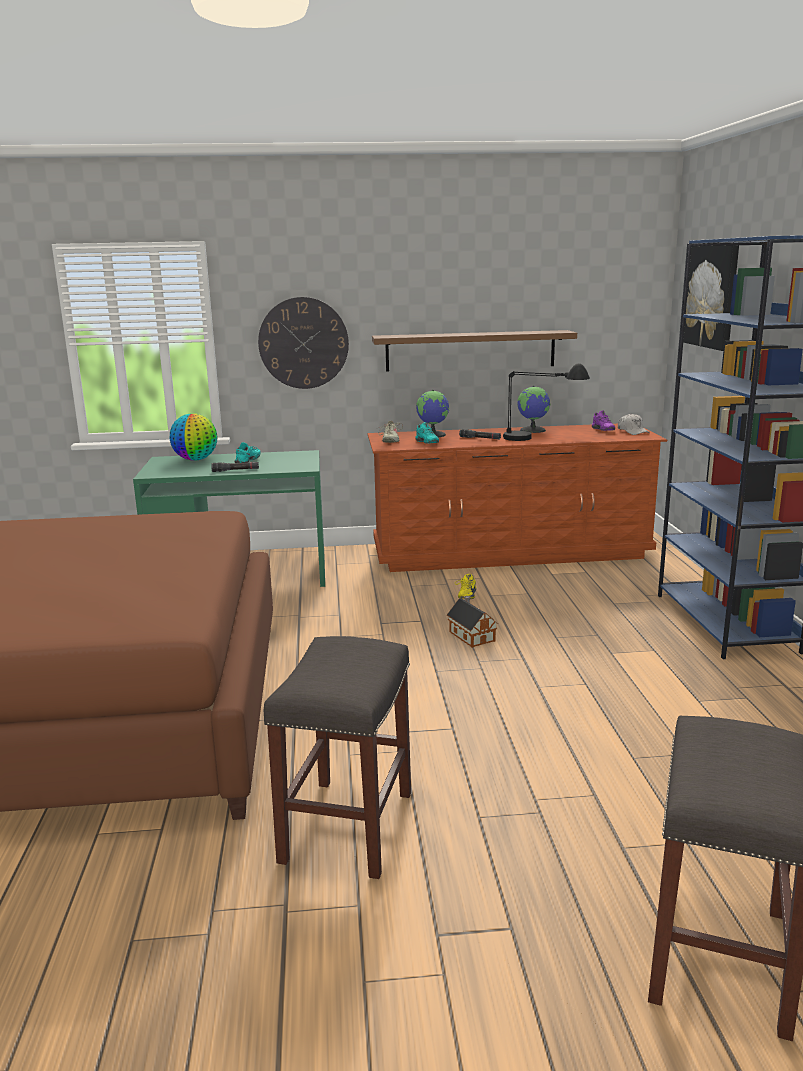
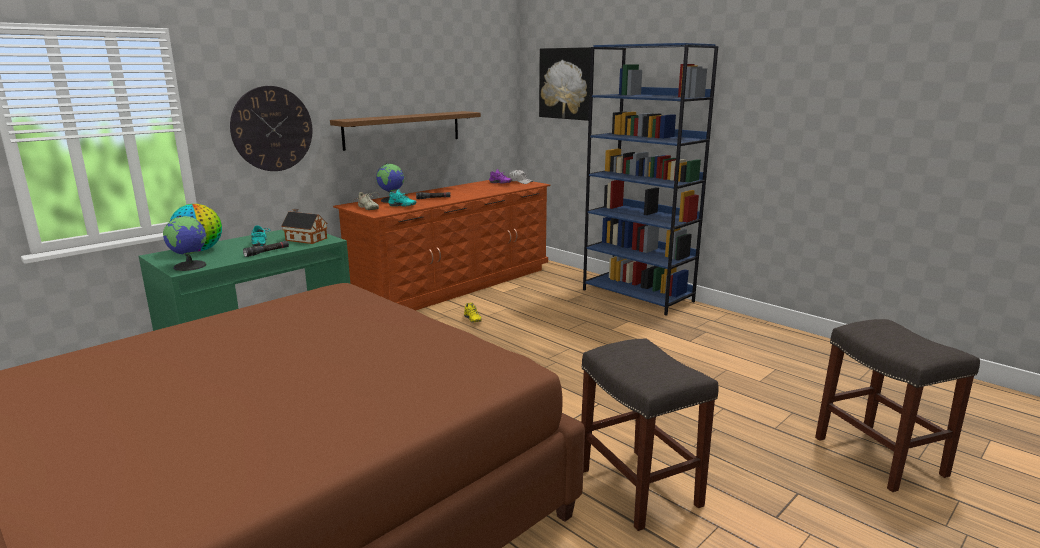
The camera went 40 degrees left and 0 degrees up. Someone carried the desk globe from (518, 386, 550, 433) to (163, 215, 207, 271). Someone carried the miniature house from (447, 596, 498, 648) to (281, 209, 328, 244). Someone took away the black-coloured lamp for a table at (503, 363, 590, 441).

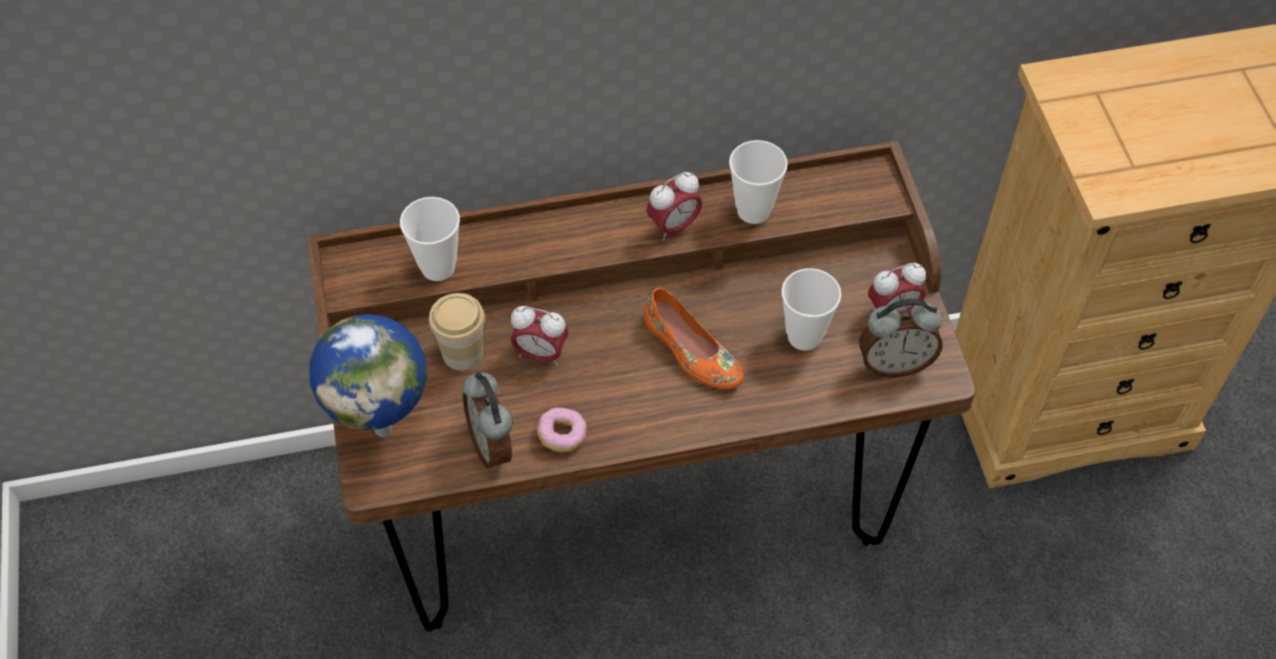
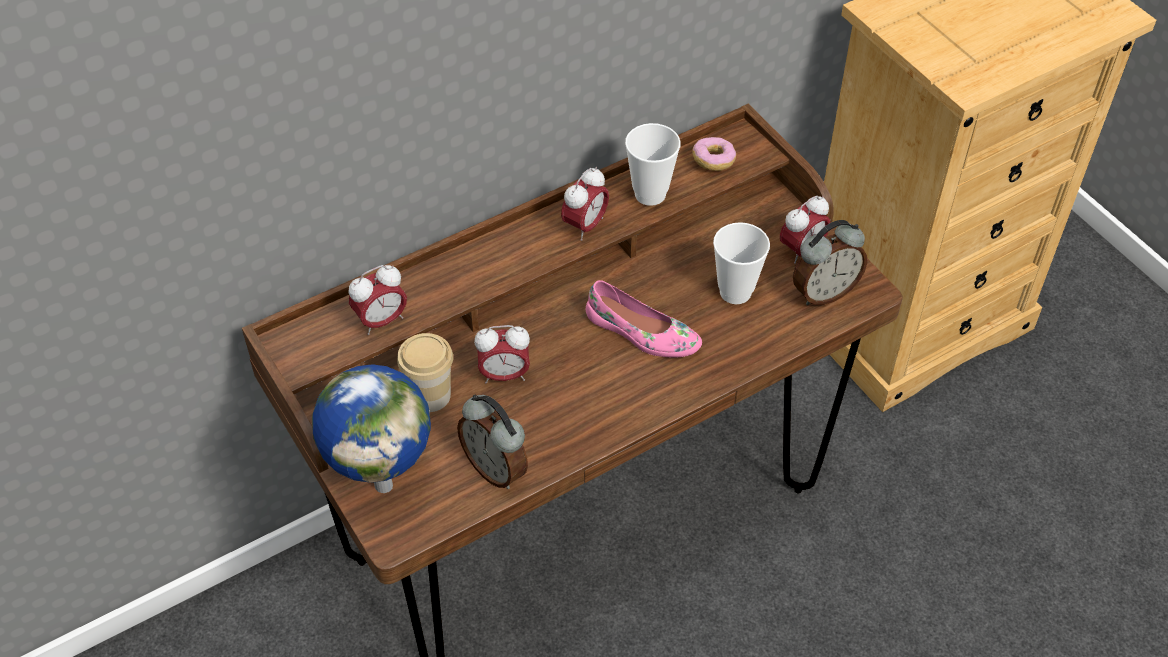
The camera went 20 degrees left and 5 degrees down. Someone swapped the small cup at (400, 197, 460, 281) for the bedside clock at (349, 265, 407, 335). Someone repainted the orange low shoe at (644, 287, 744, 389), which became the pinkish low shoe at (586, 280, 702, 358). Someone carried the ring doughnut from (537, 408, 587, 452) to (692, 137, 736, 171).

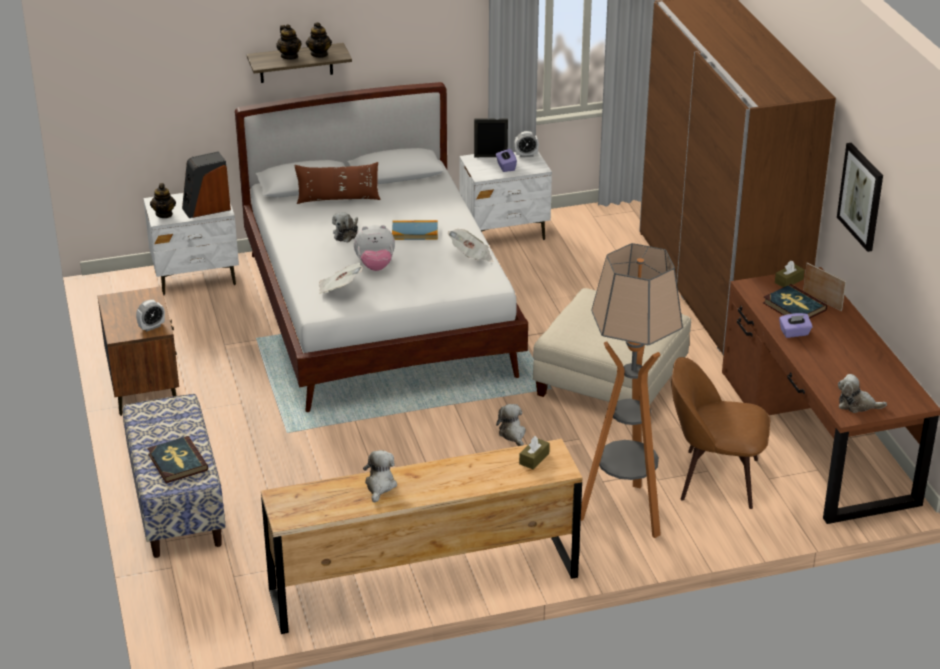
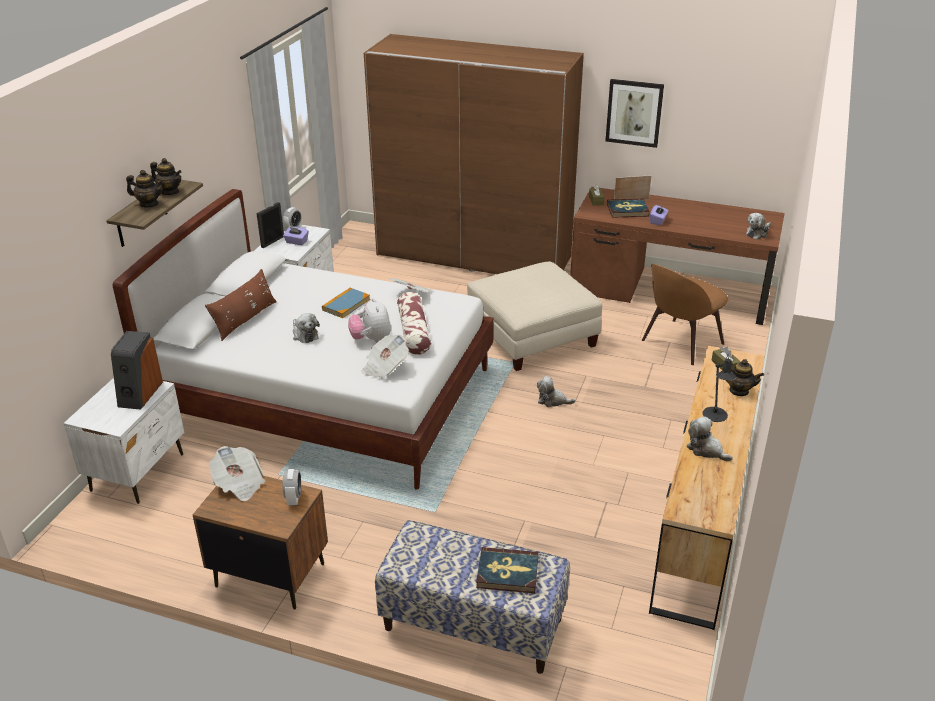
The camera went 55 degrees left and 0 degrees up. Someone put down the daily paper at (209, 446, 265, 501). Someone rotated the plush toy at (354, 225, 395, 271) by 135 degrees clockwise. Someone put down the throw pillow at (397, 292, 431, 355). Someone put down the black-coloured lamp for a table at (703, 354, 737, 422). Someone carried the tea pot from (150, 183, 176, 218) to (722, 359, 764, 396). Someone took away the standard lamp at (581, 243, 683, 538).

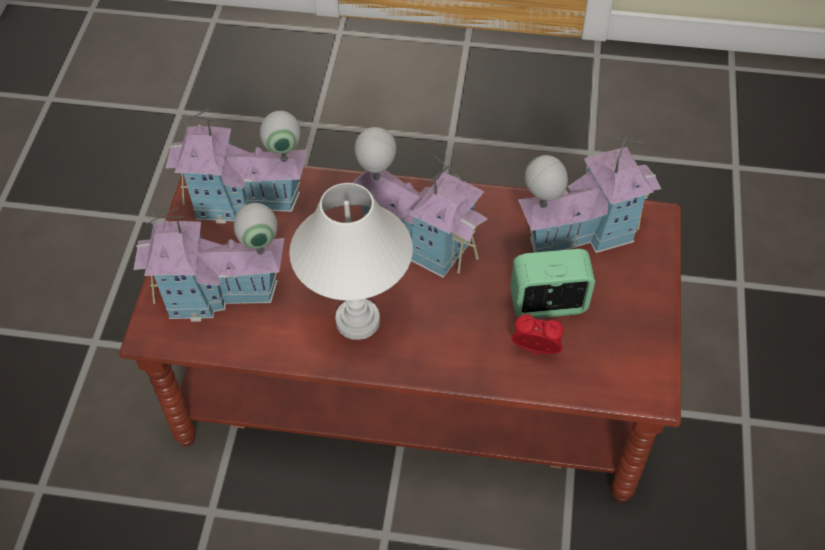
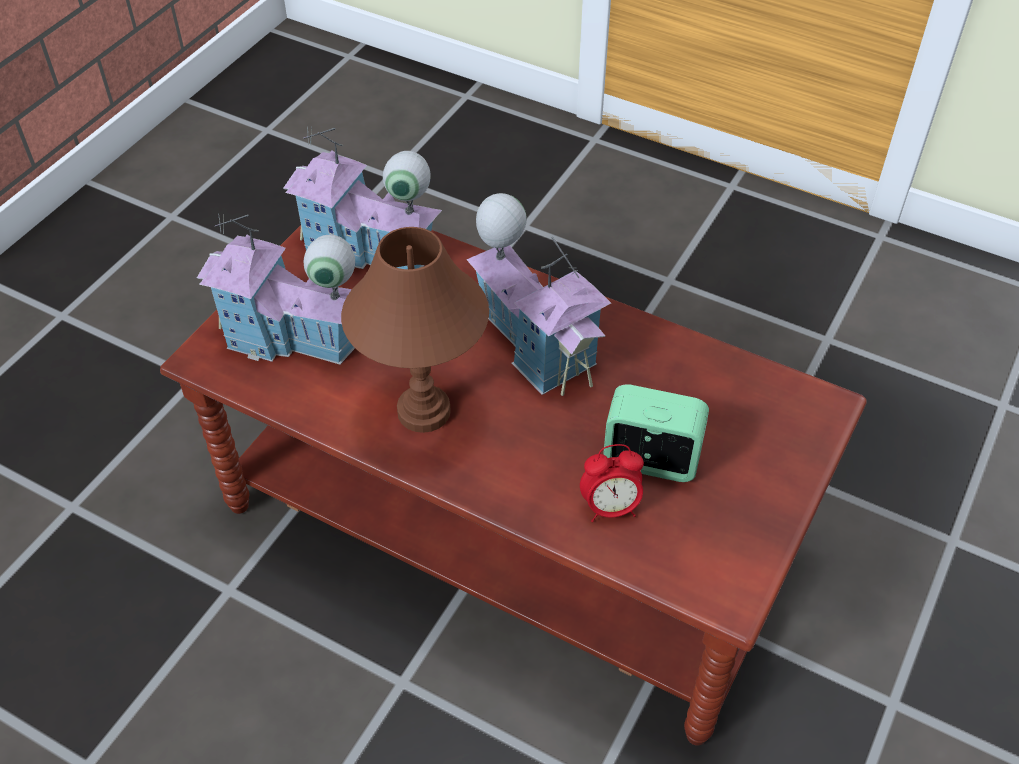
The camera went 20 degrees right and 5 degrees down. Someone repainted the white lamp for a table at (289, 183, 413, 340), which became the brown lamp for a table at (341, 227, 489, 433). Someone rotated the bedside clock at (512, 314, 563, 355) by 135 degrees clockwise. Someone took away the miniature house at (518, 138, 661, 253).

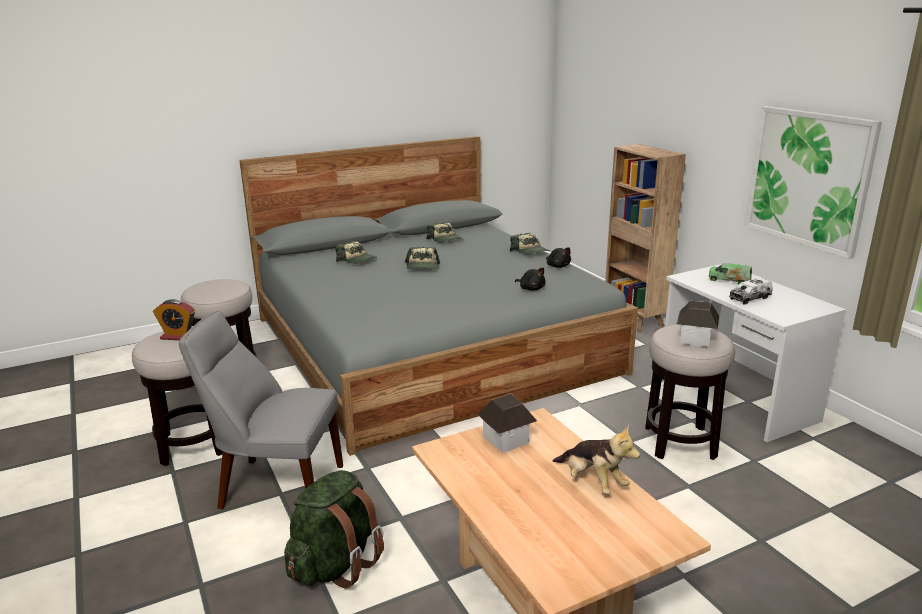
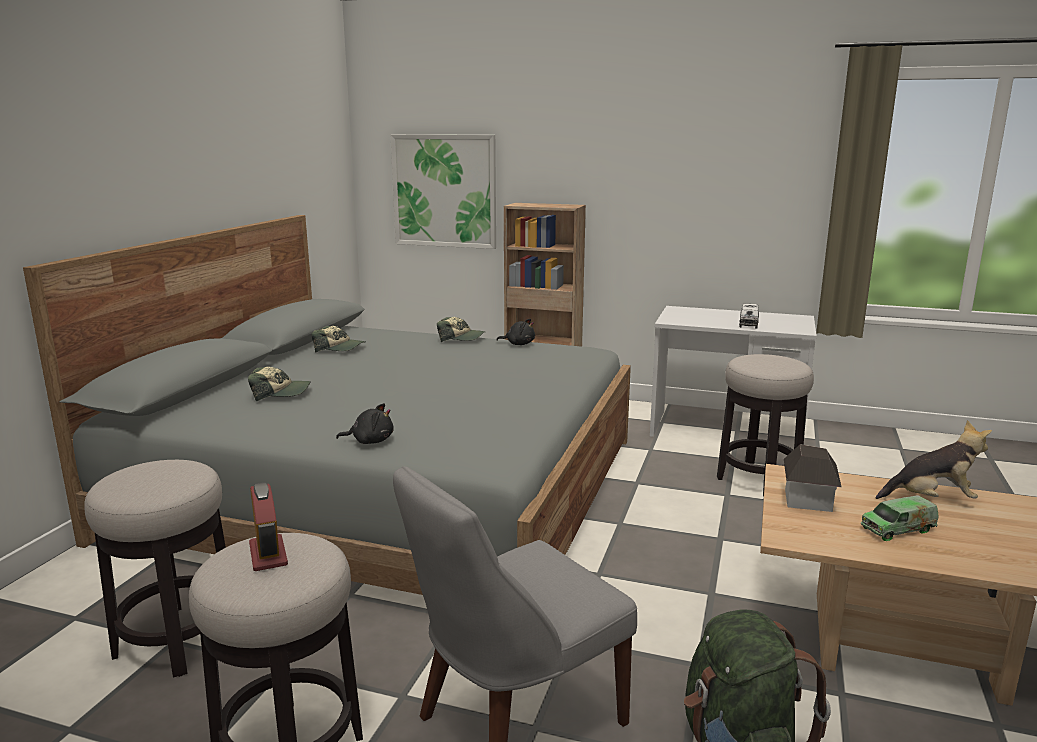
The camera went 45 degrees left and 5 degrees down. Someone rotated the bedside clock at (153, 299, 195, 340) by 75 degrees counterclockwise. Someone carried the black-coloured plush toy from (515, 268, 546, 291) to (336, 403, 394, 444). Someone carried the wall art from (745, 106, 882, 259) to (391, 134, 496, 249). Someone carried the toy truck from (709, 263, 752, 284) to (861, 495, 939, 541). Someone took away the peaked cap at (405, 247, 440, 270). Someone took away the miniature house at (676, 301, 719, 347).

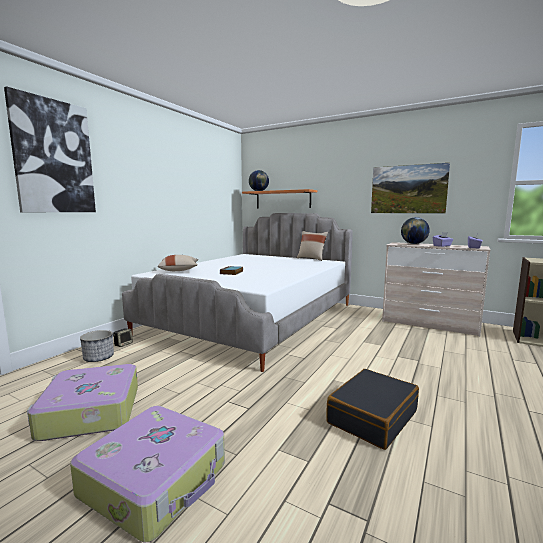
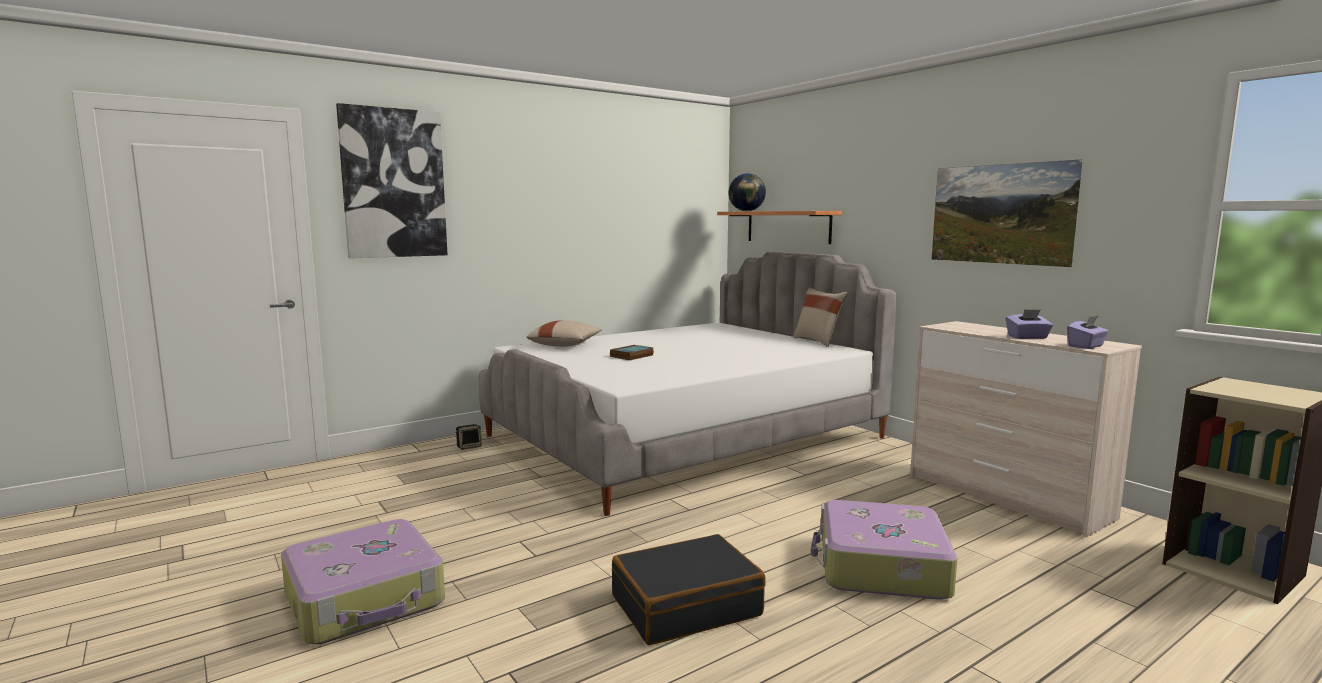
The camera went 25 degrees right and 0 degrees up. Someone carried the travel case from (27, 364, 138, 441) to (811, 500, 957, 600). Someone took away the flower pot at (80, 330, 114, 362). Someone took away the desk globe at (401, 217, 430, 244).

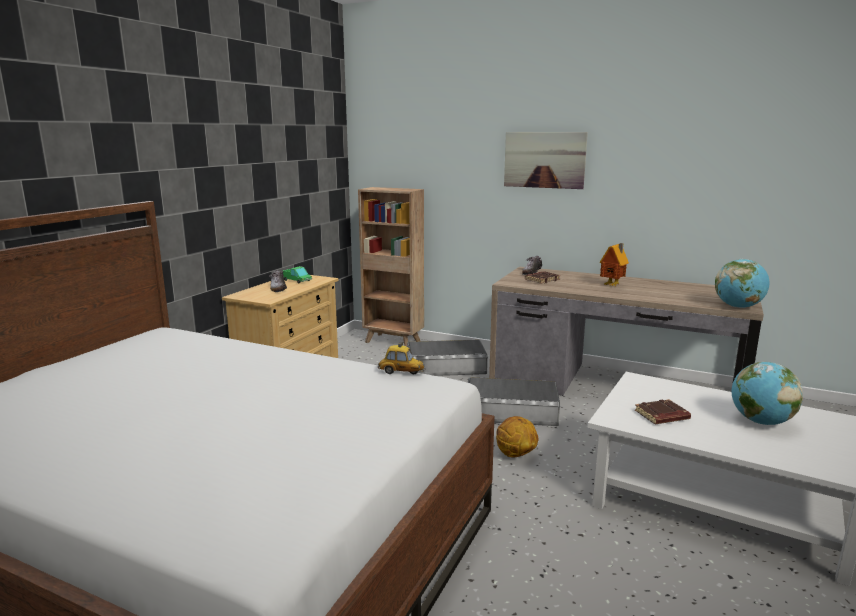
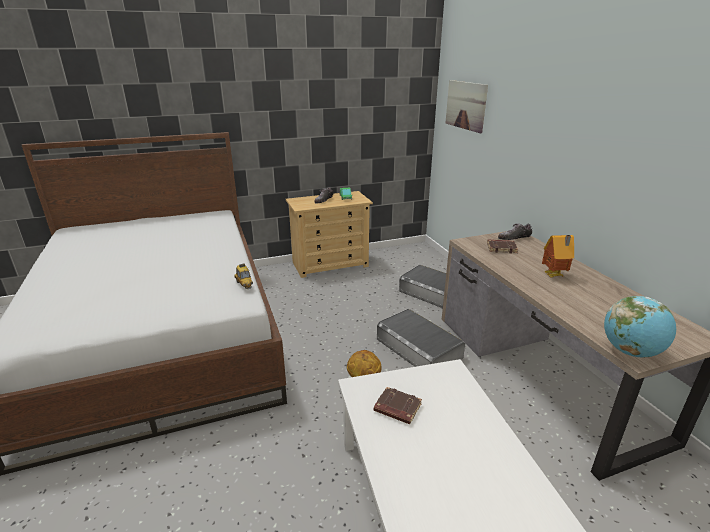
The camera went 45 degrees right and 10 degrees up. Someone carried the wall art from (504, 132, 588, 189) to (446, 80, 488, 133). Someone took away the brown bookcase at (358, 187, 424, 346). Someone took away the desk globe at (732, 362, 803, 425).

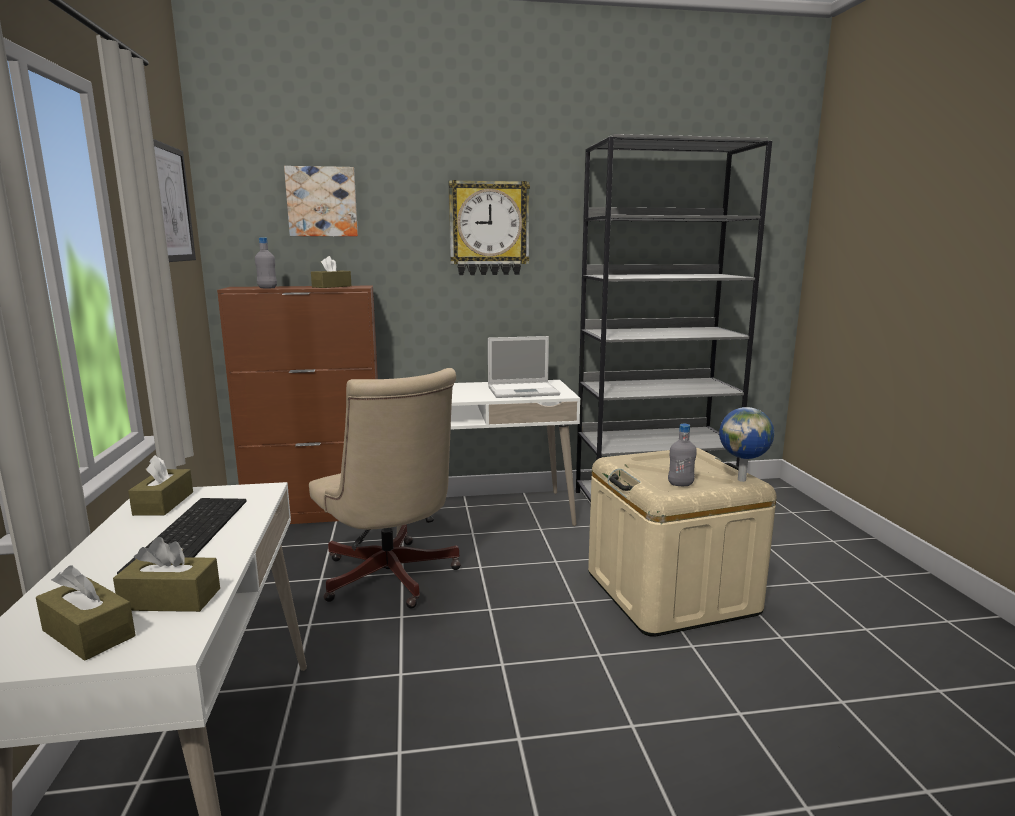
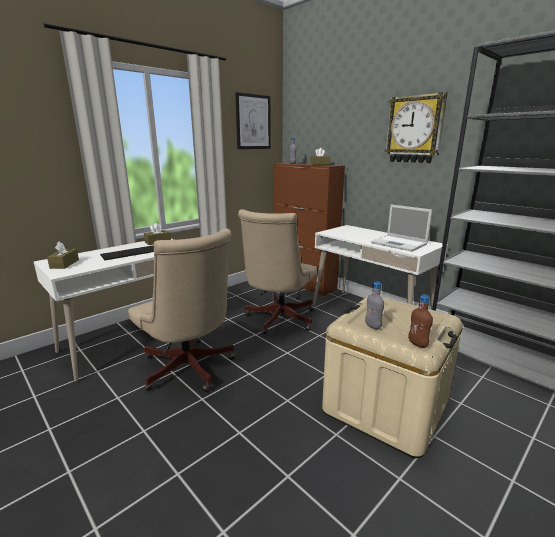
The camera went 55 degrees right and 5 degrees up. Someone put down the sand-coloured office chair at (128, 229, 235, 392). Someone swapped the desk globe at (719, 407, 774, 482) for the brown drink bottle at (408, 295, 433, 348). Someone took away the brown tissue holder at (113, 537, 220, 612). Someone took away the wall art at (284, 166, 358, 236).

